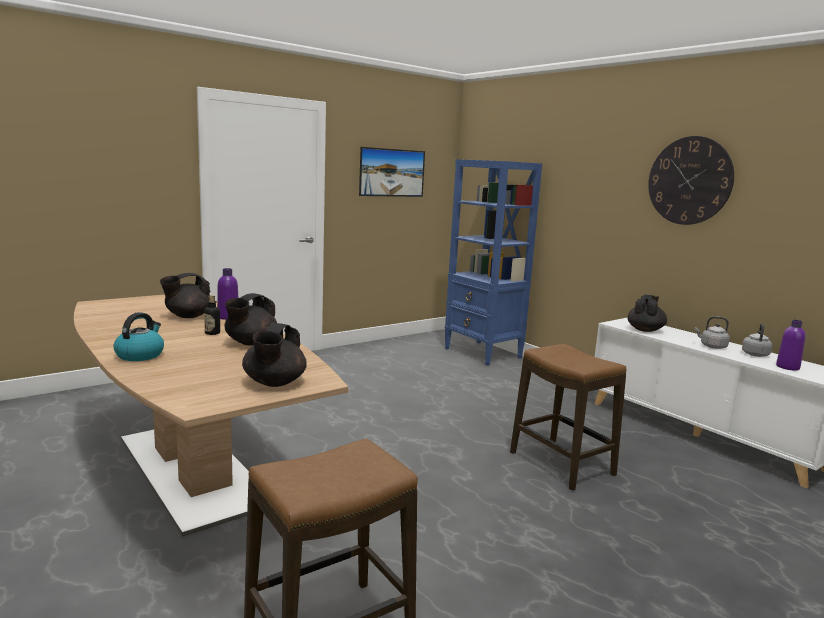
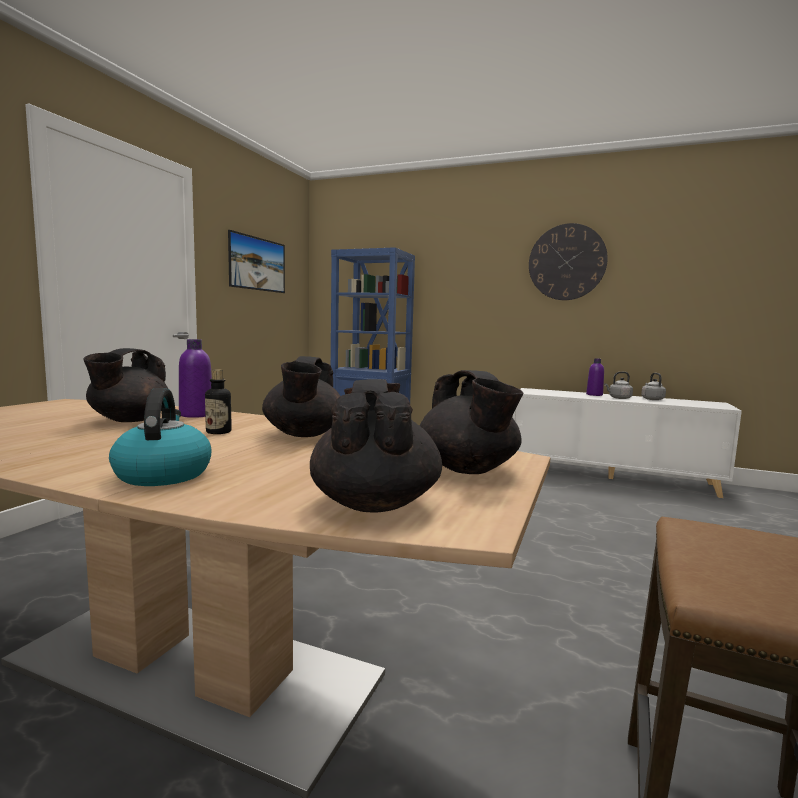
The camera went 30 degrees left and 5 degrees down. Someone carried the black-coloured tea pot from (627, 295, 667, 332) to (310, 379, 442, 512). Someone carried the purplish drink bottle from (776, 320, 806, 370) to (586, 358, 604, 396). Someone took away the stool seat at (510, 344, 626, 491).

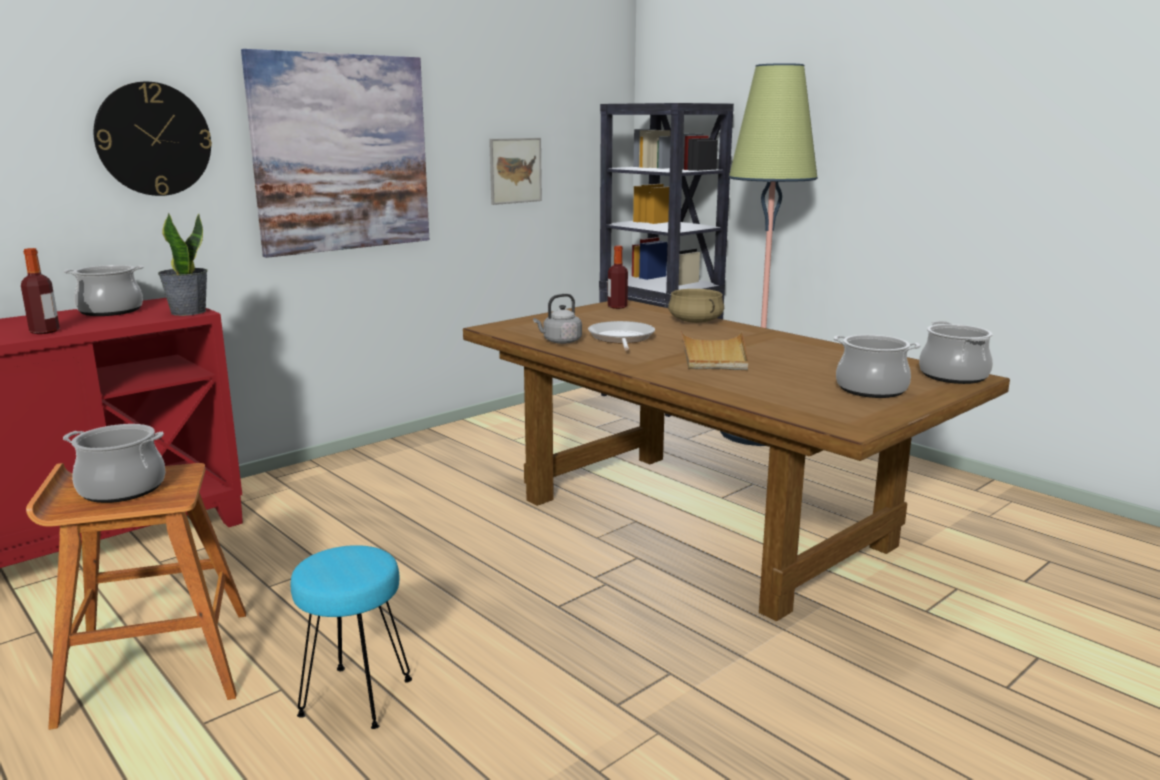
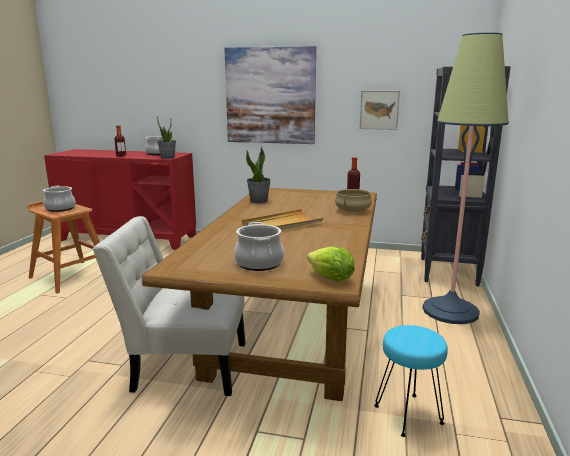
The camera went 55 degrees right and 0 degrees up. Someone put down the white plain chair at (93, 216, 245, 396). Someone swapped the gray water kettle at (533, 294, 582, 344) for the houseplant at (246, 147, 271, 203). Someone swapped the stockpot at (919, 321, 993, 384) for the head of lettuce at (307, 246, 355, 281). Someone carried the turquoise stool seat from (291, 545, 412, 729) to (374, 325, 448, 437). Someone took away the wall clock at (94, 82, 212, 196). Someone took away the pan at (588, 321, 655, 350).

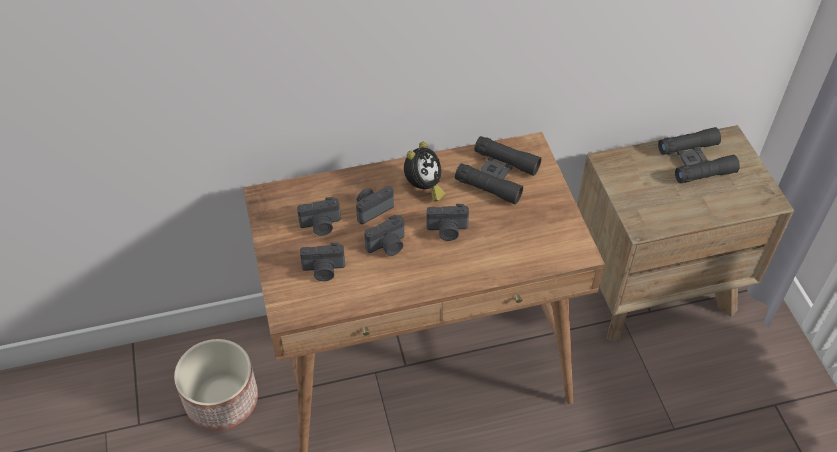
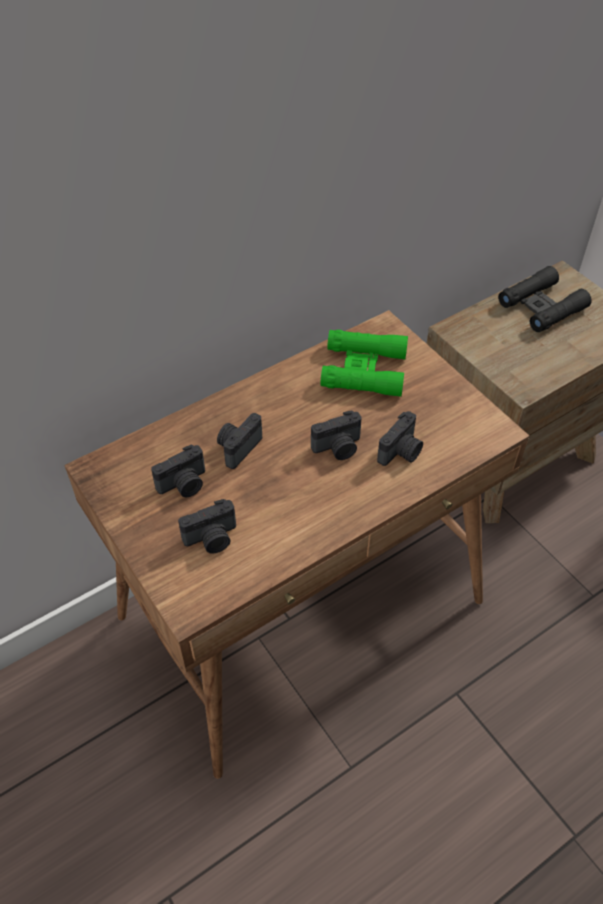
The camera went 20 degrees left and 0 degrees up. Someone repainted the black-coloured pair of binoculars at (455, 136, 541, 205), which became the greenish pair of binoculars at (320, 330, 408, 397). Someone carried the still camera from (364, 215, 404, 256) to (377, 411, 423, 466). Someone took away the flower pot at (174, 339, 258, 431). Someone took away the bedside clock at (404, 142, 446, 202).

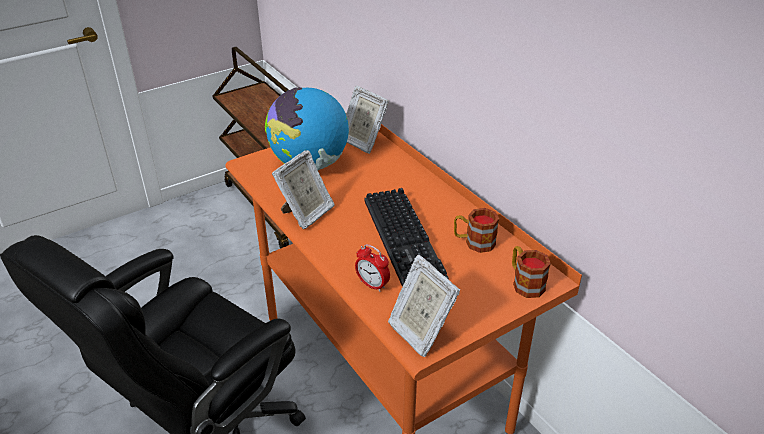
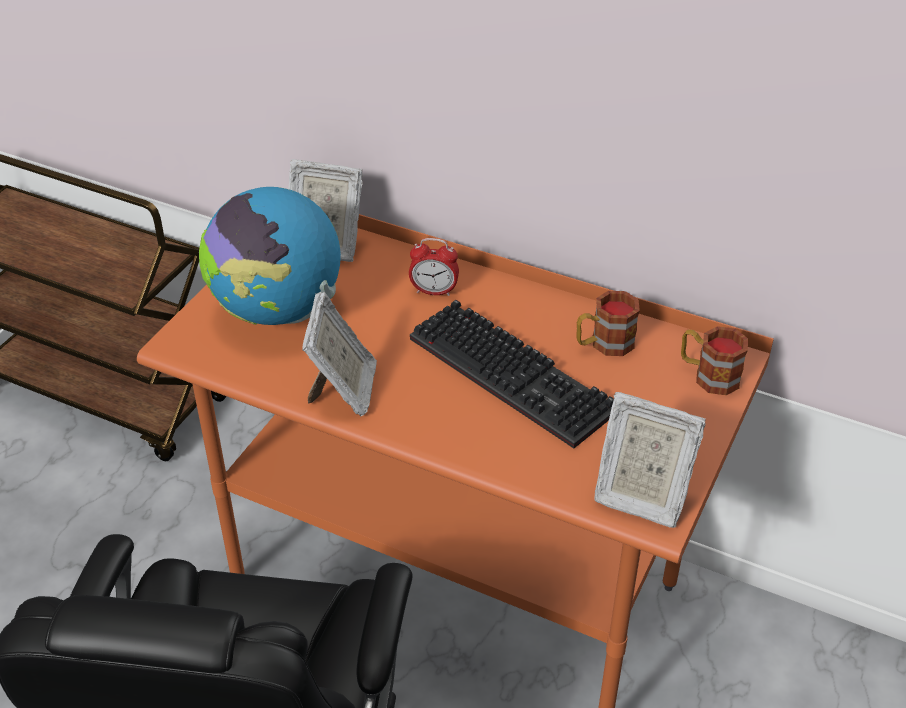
The camera went 30 degrees left and 5 degrees up. Someone carried the bedside clock from (355, 244, 390, 292) to (409, 238, 459, 296).

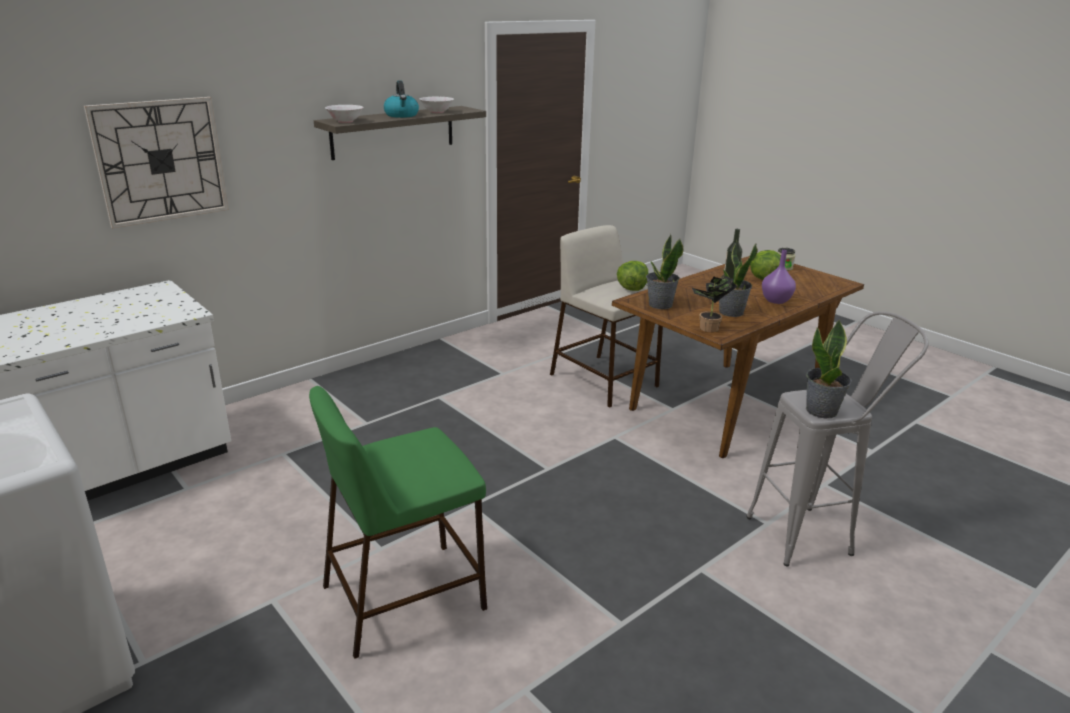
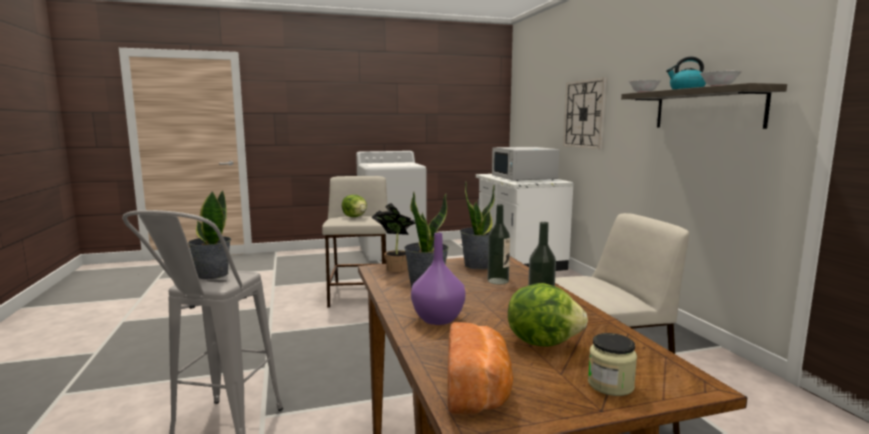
The camera went 115 degrees right and 15 degrees down. Someone repainted the greenish stool seat at (309, 386, 487, 659), which became the sand-coloured stool seat at (322, 176, 388, 308). Someone carried the head of lettuce from (617, 261, 648, 291) to (342, 195, 367, 217). Someone put down the bakery bread at (448, 322, 513, 414). Someone put down the drink bottle at (488, 204, 510, 285). Someone put down the white microwave oven at (492, 147, 559, 181).

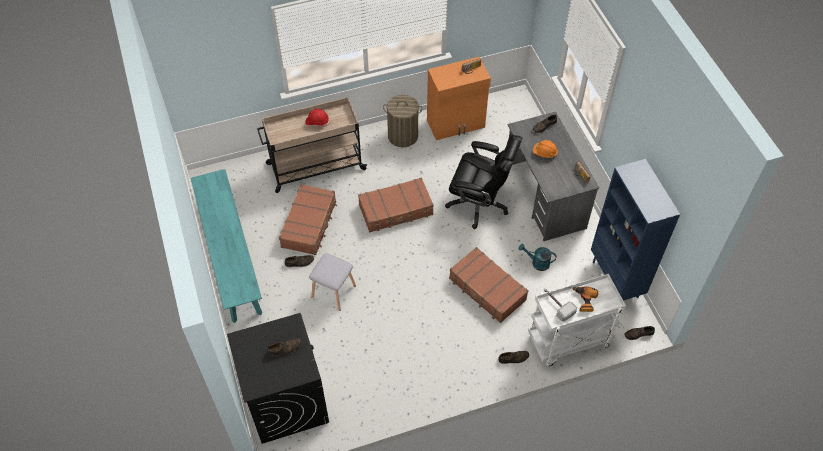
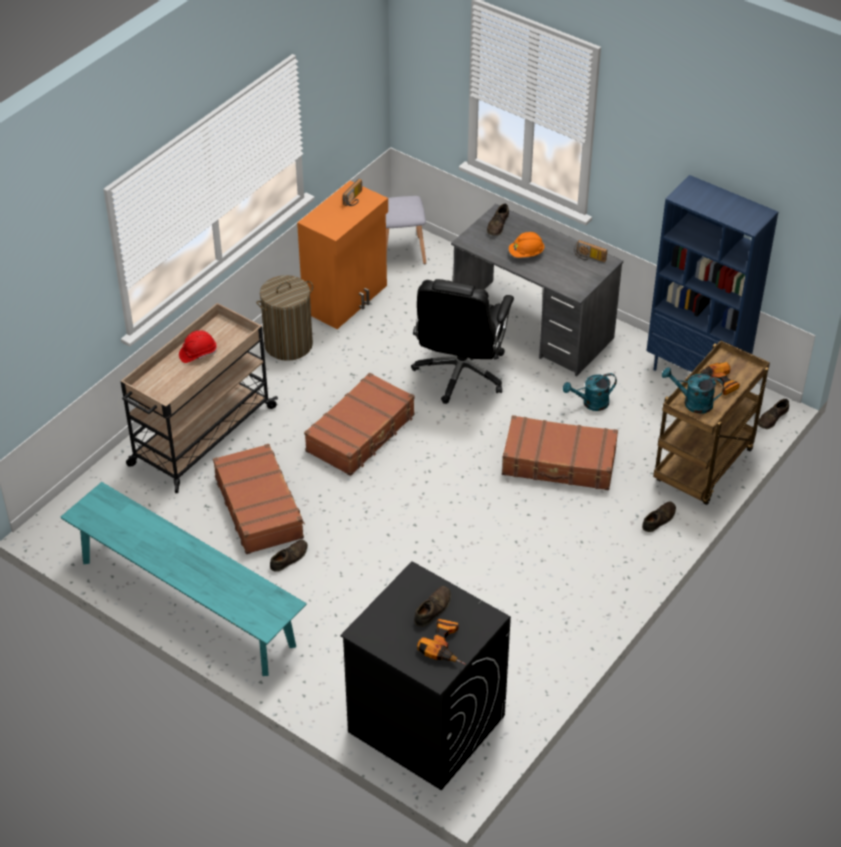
The camera went 35 degrees left and 10 degrees down. Someone carried the gray stool seat from (309, 253, 356, 311) to (386, 196, 426, 264). Someone rotated the black-coloured office chair at (445, 135, 522, 229) by 120 degrees clockwise. Someone put down the electric drill at (417, 619, 465, 664). Someone repainted the white cart at (528, 274, 626, 366), which became the brown cart at (653, 340, 770, 505). Someone swapped the hammer at (544, 288, 577, 321) for the turquoise sprinkling can at (662, 367, 724, 414).

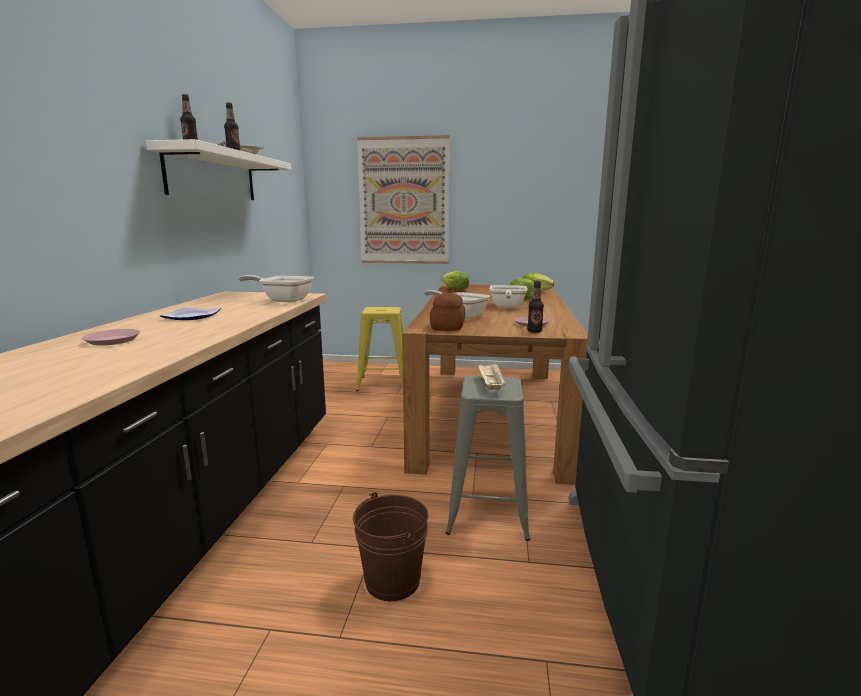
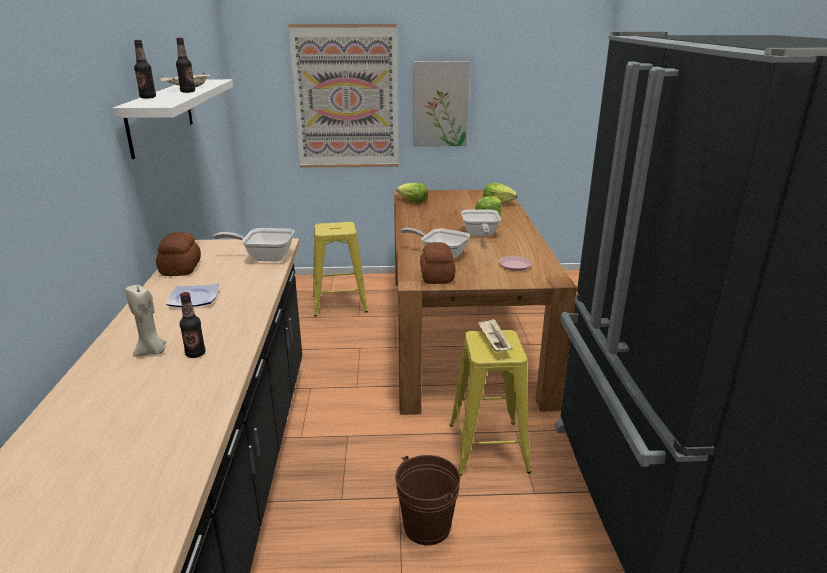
The camera went 10 degrees left and 10 degrees up. Someone swapped the pinkish dinner plate at (82, 329, 140, 346) for the sand-coloured candle at (126, 284, 166, 357). Someone put down the bakery bread at (156, 232, 201, 276). Someone carried the drink bottle from (527, 281, 544, 333) to (179, 292, 205, 358). Someone put up the wall art at (413, 61, 470, 147). Someone repainted the gray stool seat at (446, 376, 530, 541), which became the yellowish stool seat at (449, 330, 531, 476).

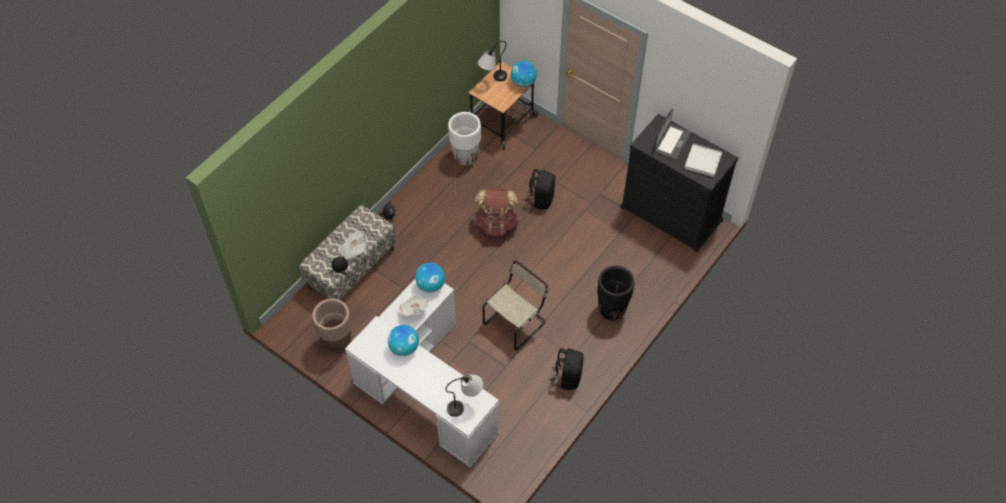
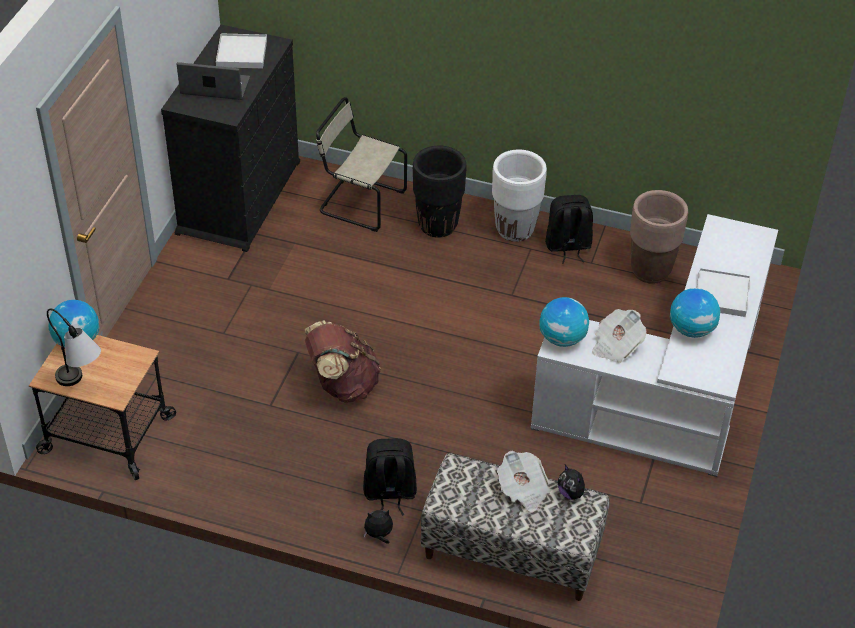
The camera went 110 degrees left and 10 degrees down. Someone carried the sand-coloured plain chair from (482, 260, 548, 351) to (316, 97, 407, 232). Someone carried the black-coloured knapsack from (525, 169, 555, 210) to (363, 438, 417, 516). Someone carried the white flower pot from (448, 112, 481, 165) to (492, 150, 547, 242). Someone carried the brown flower pot from (312, 298, 351, 353) to (630, 190, 688, 284). Someone put down the white carrying tray at (697, 268, 750, 317). Someone took away the lamp for a table at (446, 374, 483, 417).

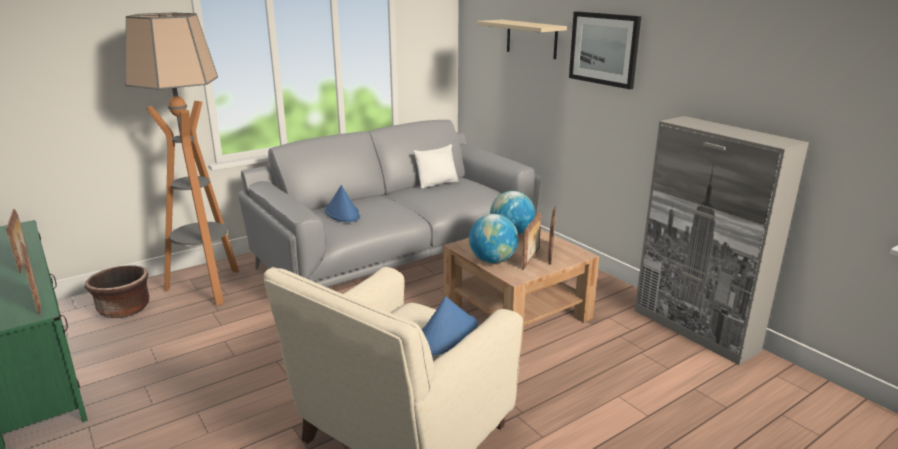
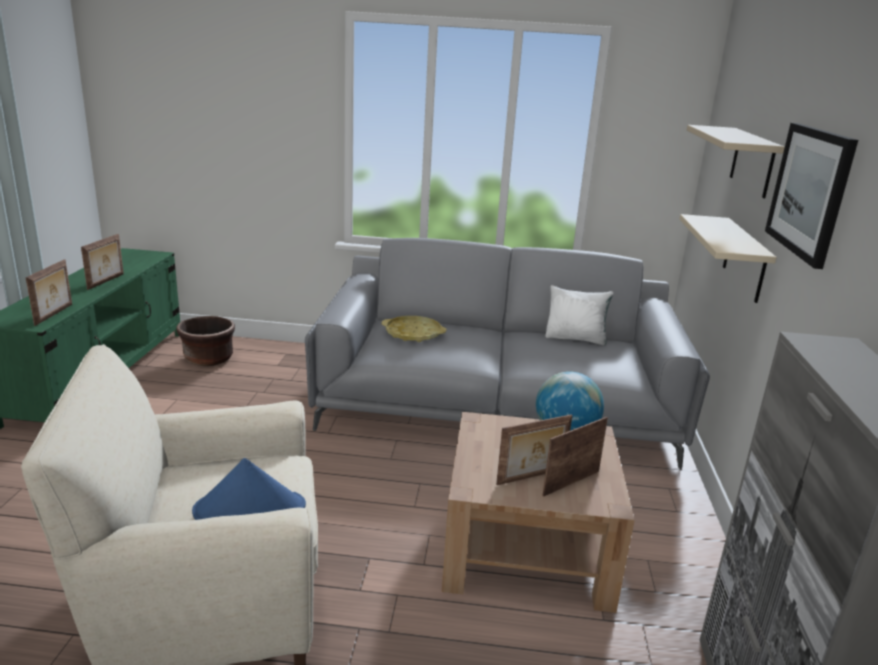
The camera went 40 degrees right and 0 degrees up. Someone swapped the bluish clothing hat at (325, 185, 360, 222) for the yellowish carrying tray at (381, 316, 447, 342). Someone put up the sand-coloured bracket shelf at (679, 214, 777, 303). Someone took away the standard lamp at (125, 12, 239, 306). Someone took away the desk globe at (469, 214, 518, 263).

